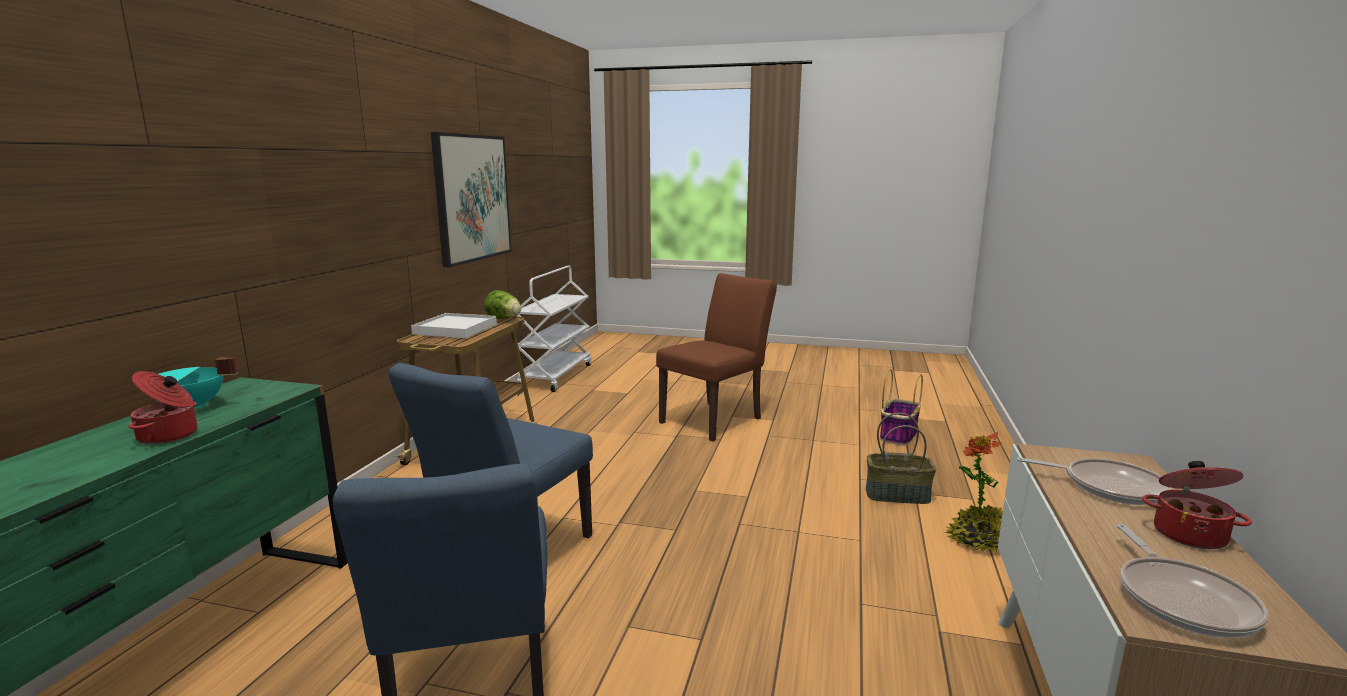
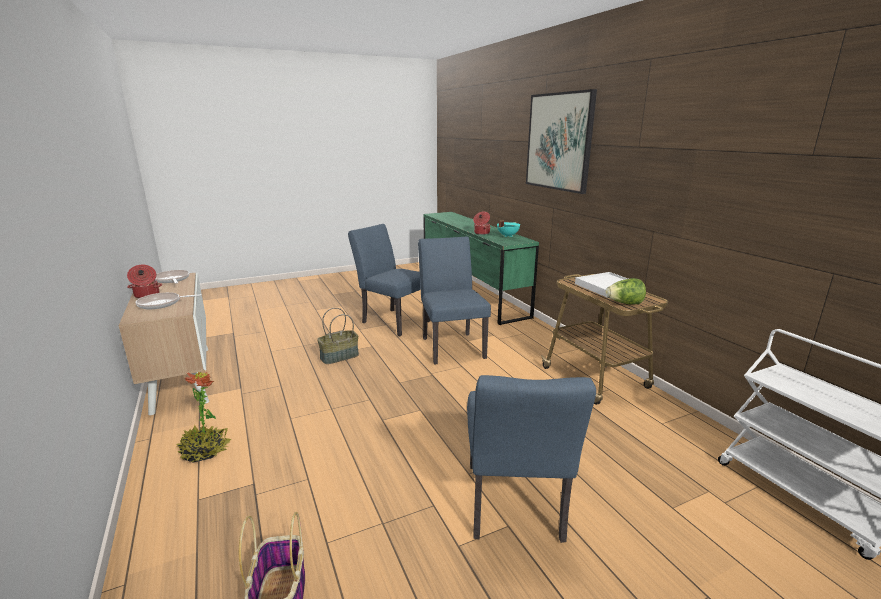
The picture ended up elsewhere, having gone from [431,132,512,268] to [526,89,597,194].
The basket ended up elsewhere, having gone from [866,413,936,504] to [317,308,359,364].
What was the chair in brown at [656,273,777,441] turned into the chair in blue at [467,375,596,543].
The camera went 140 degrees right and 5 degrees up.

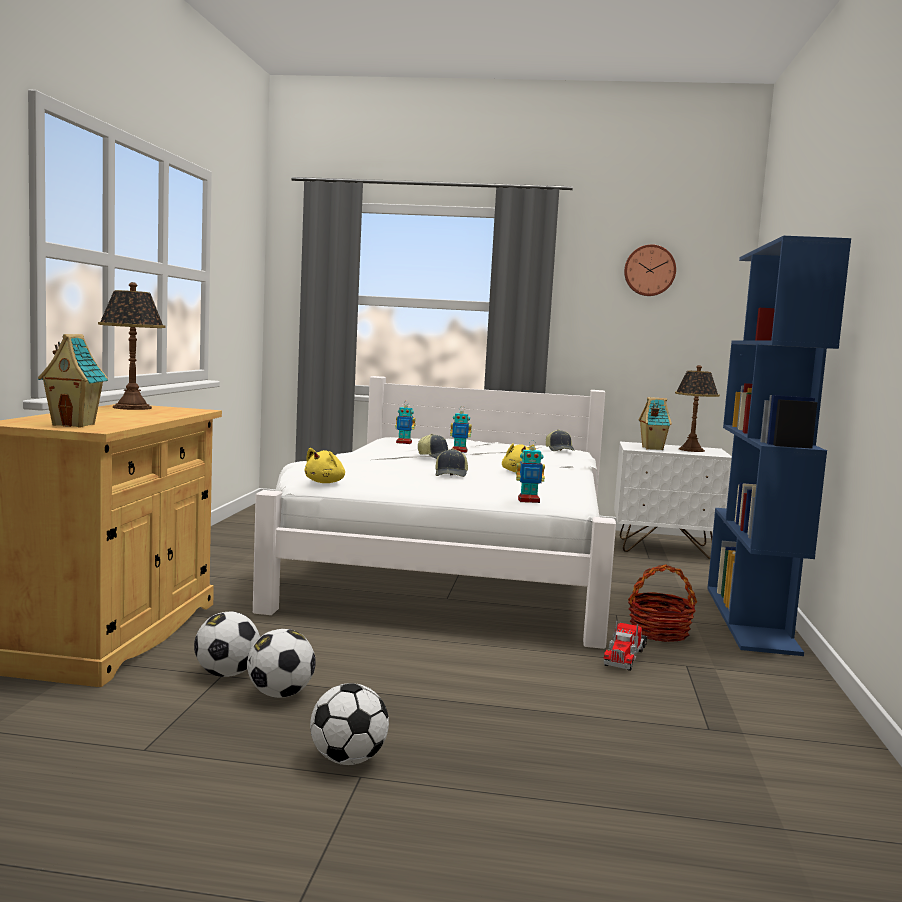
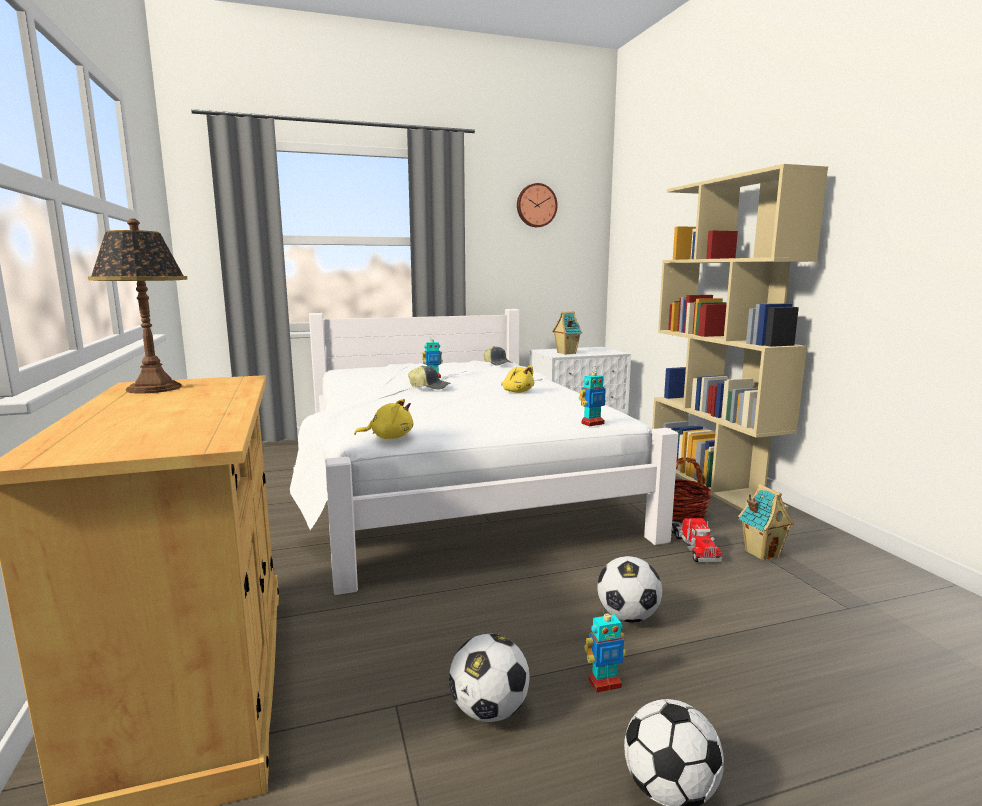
The second view lost the cap at [435,448,468,477].
The second view lost the table lamp at [675,365,720,452].
The toy house ended up elsewhere, having gone from [38,334,108,428] to [738,484,794,561].
The football ended up elsewhere, having gone from [194,611,260,677] to [597,556,662,622].
The toy robot ended up elsewhere, having gone from [395,401,416,444] to [584,607,626,693].
What was the bookcase in blue at [707,236,851,656] turned into the bookcase in beige at [652,164,828,512].
The plush toy in yellow at [304,448,345,483] ended up facing another way, 90 degrees counterclockwise from before.
The camera went 25 degrees left and 5 degrees up.

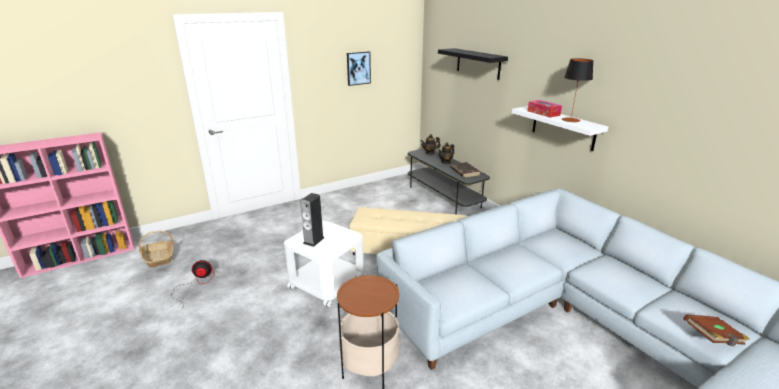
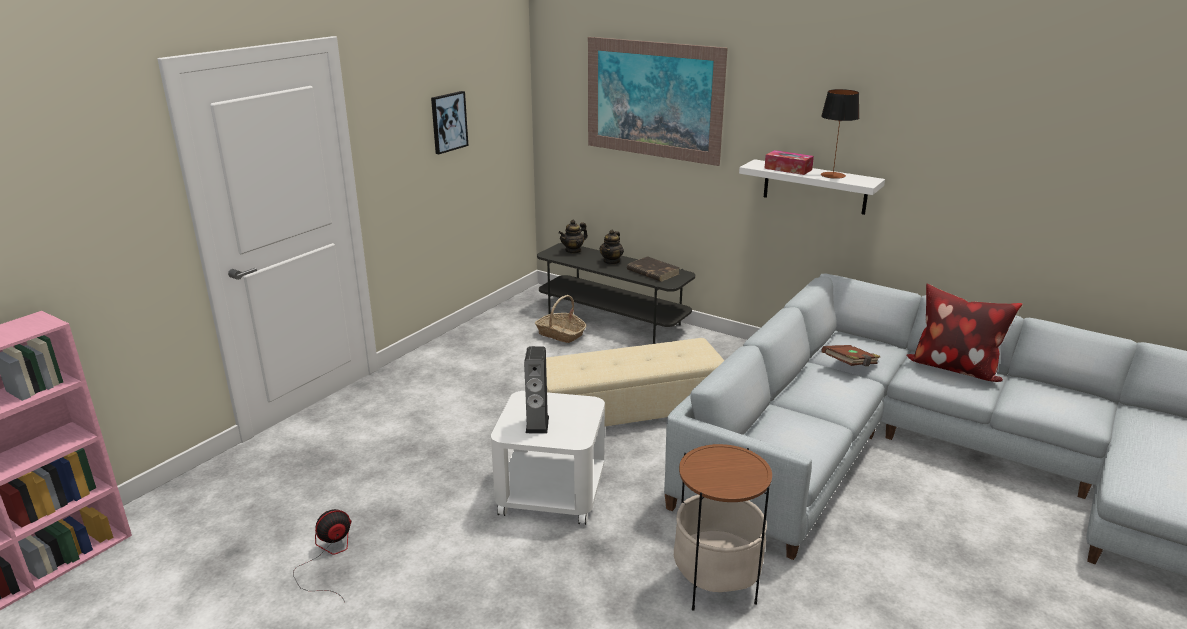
The second view gained the pillow at [906,284,1022,382].
The basket ended up elsewhere, having gone from [139,231,174,267] to [535,295,586,343].
The book in brown ended up elsewhere, having gone from [683,315,750,346] to [822,345,880,366].
Where the shelf in black hung at [438,48,508,80], the picture came to hang at [588,37,727,166].
The camera went 25 degrees left and 0 degrees up.

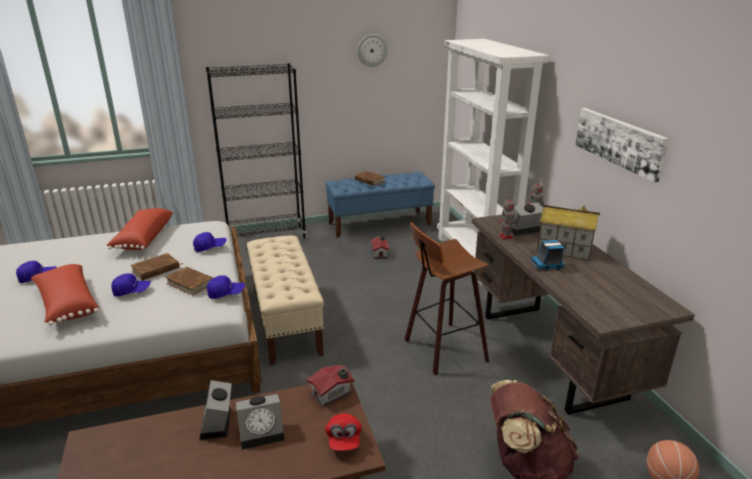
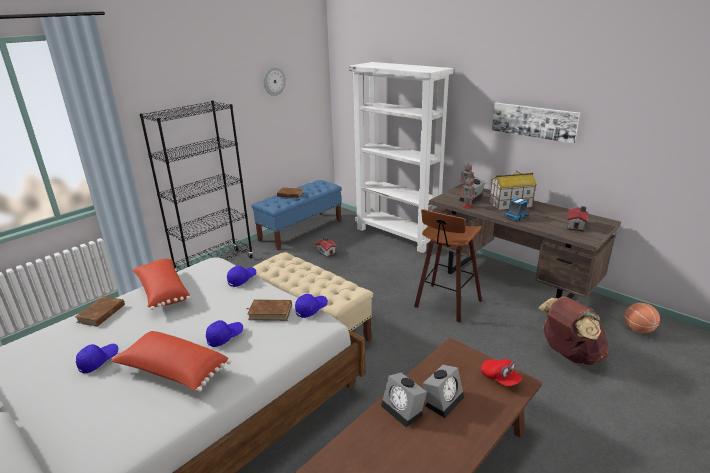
The book in brown ended up elsewhere, having gone from [130,253,183,281] to [75,296,125,327].
The toy house ended up elsewhere, having gone from [306,365,354,407] to [567,206,588,232].
The camera went 30 degrees left and 0 degrees up.

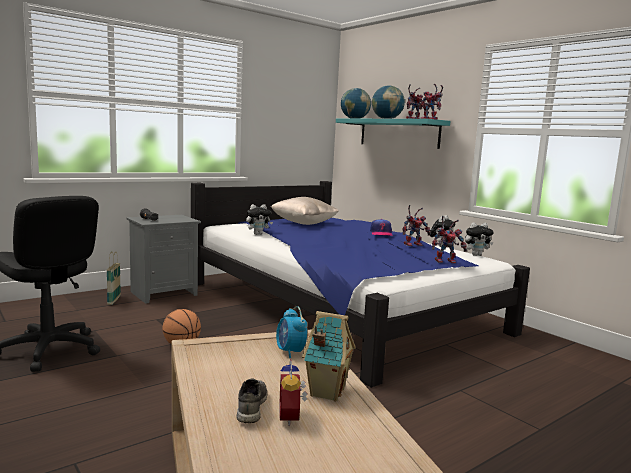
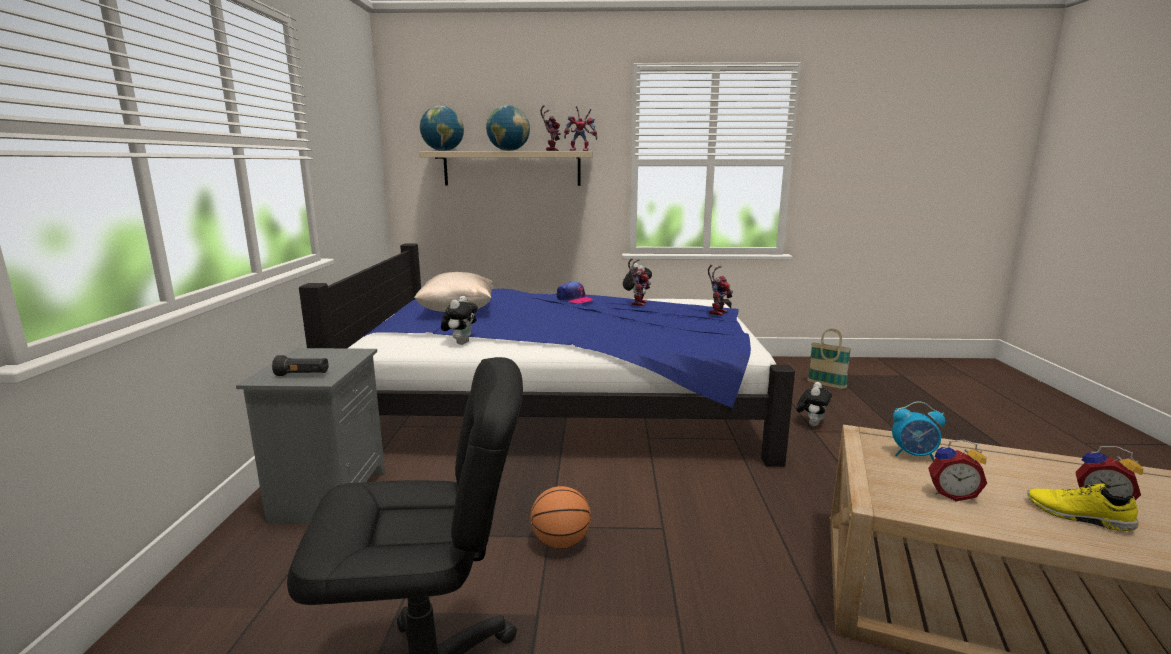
The second view lost the toy house at [302,311,356,402].
The second view gained the alarm clock at [928,439,987,501].
The basket ended up elsewhere, having gone from [107,251,121,305] to [807,329,851,389].
The plush toy ended up elsewhere, having gone from [465,222,494,256] to [796,382,832,426].
What was the shoe in grey at [236,378,267,423] turned into the shoe in yellow at [1027,483,1139,531].
What was the shelf in turquoise at [336,119,450,149] turned into the shelf in beige at [419,151,593,186].
The camera went 50 degrees left and 5 degrees up.

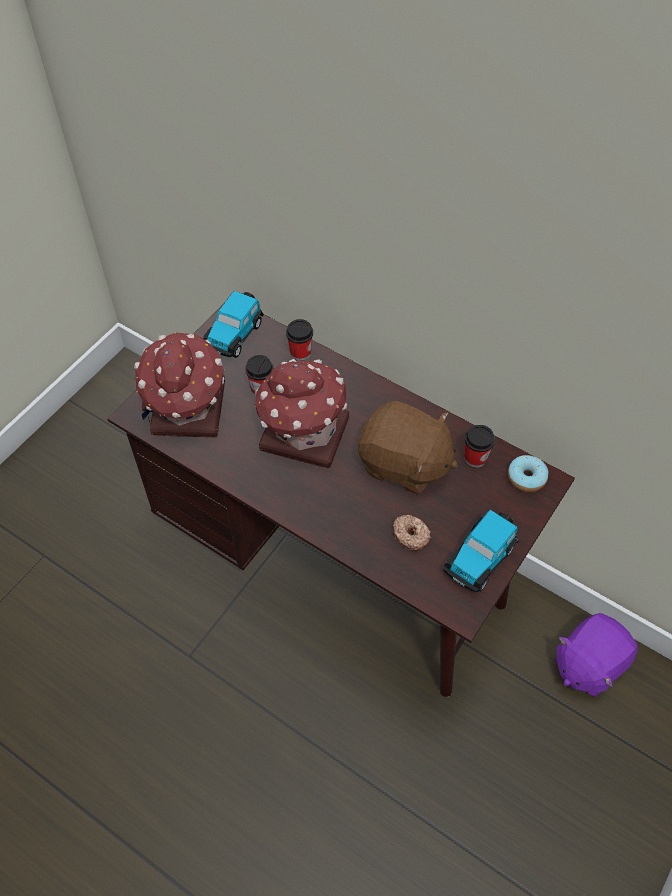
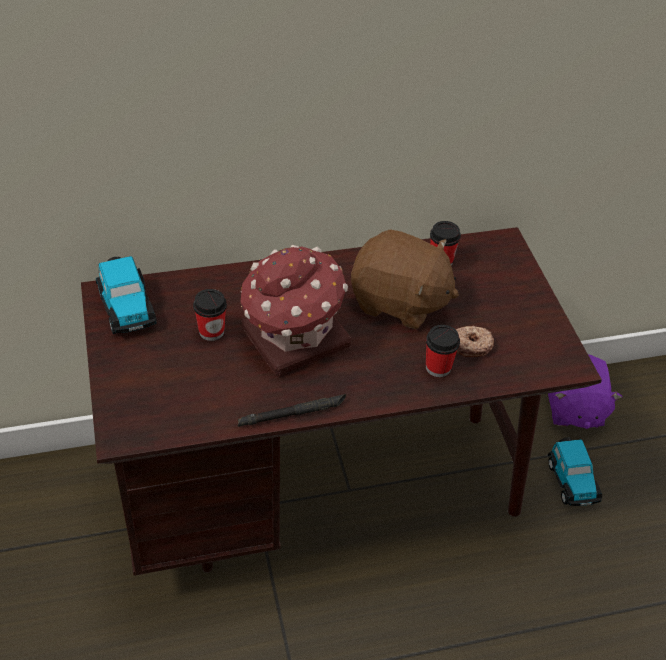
The second view lost the toy house at [134,333,225,437].
The second view lost the donut at [508,455,548,492].
The second view gained the flashlight in black at [238,394,346,427].
The cup ended up elsewhere, having gone from [286,319,313,361] to [426,325,460,377].
The toy car ended up elsewhere, having gone from [443,510,519,593] to [547,437,602,506].
The plush toy in brown at [358,401,458,495] ended up facing another way, 45 degrees clockwise from before.
The camera went 50 degrees left and 10 degrees down.

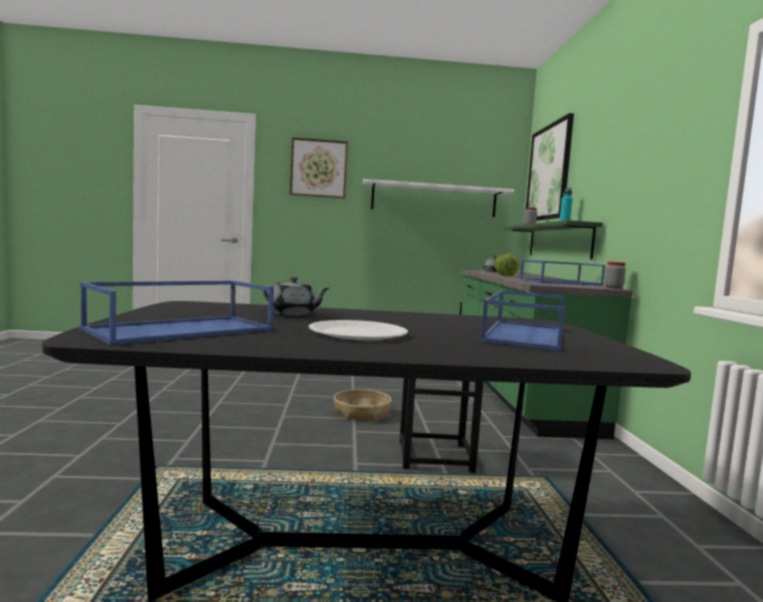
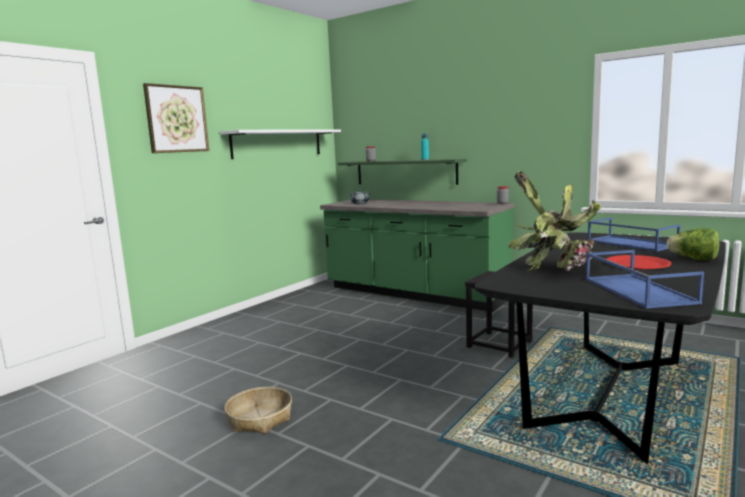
The second view lost the tray in blue at [520,260,605,285].
The second view lost the picture at [526,113,574,221].
The basket ended up elsewhere, having gone from [334,389,392,421] to [224,387,292,434].
The lettuce ended up elsewhere, having gone from [494,253,520,276] to [667,228,720,260].
Where the teapot in grey stood at [262,277,330,316], the potted plant came to stand at [508,171,601,272].
What was the plate in white at [309,320,408,340] turned into the plate in red at [606,255,671,269].
The camera went 50 degrees left and 5 degrees up.

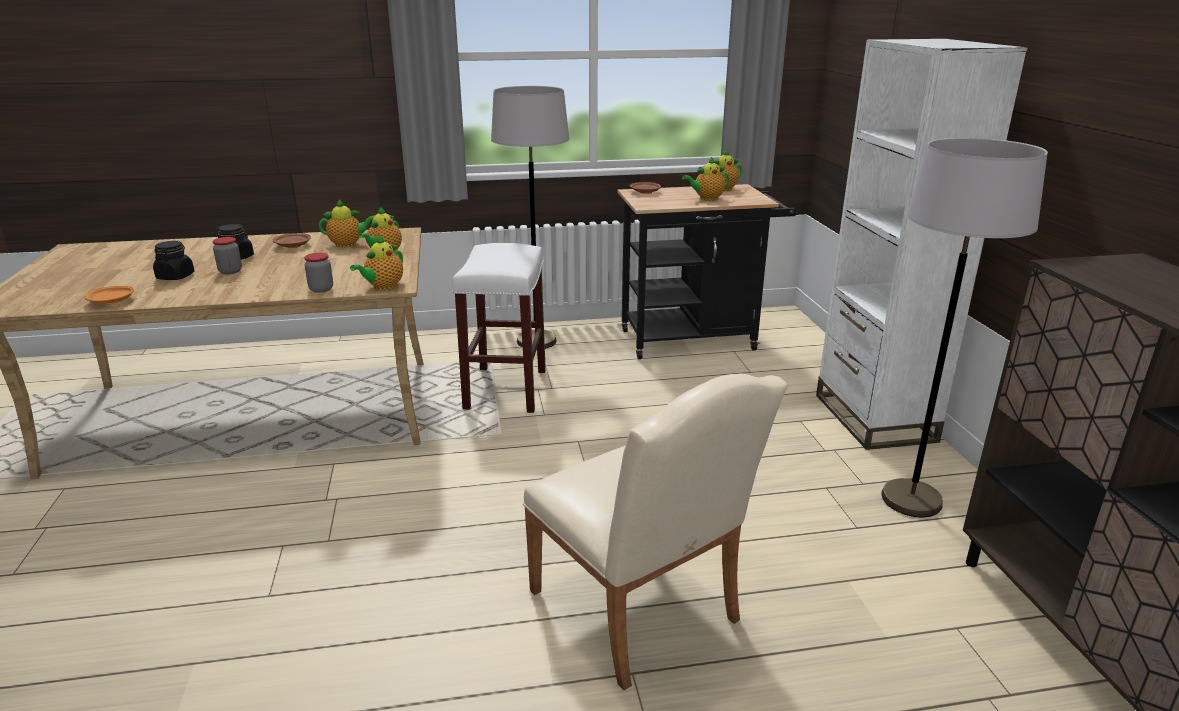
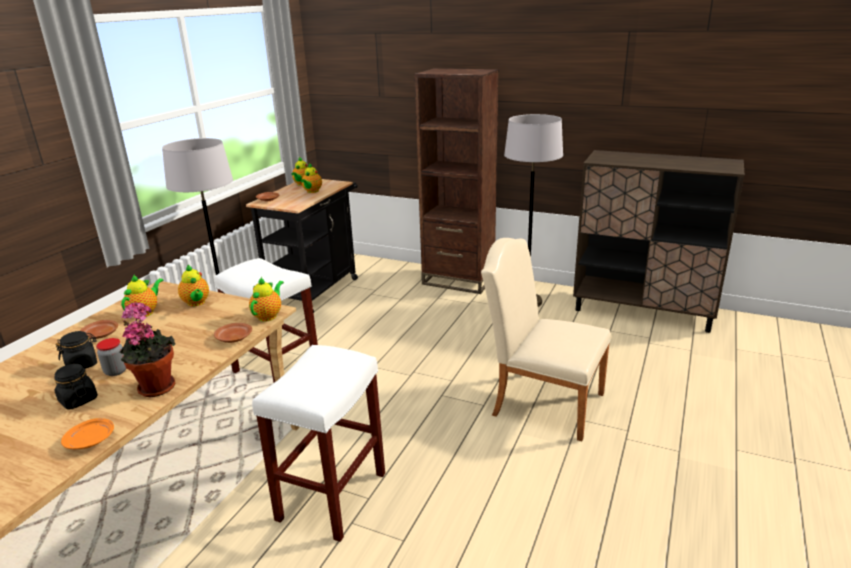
The second view gained the potted plant at [119,302,176,397].
The second view gained the stool in white at [252,345,385,542].
Where the jar stood at [304,253,333,293], the plate in brown came to stand at [214,323,252,343].
What was the bookcase in white at [816,39,1028,450] turned into the bookcase in brown at [414,68,499,294].
The teapot at [350,235,403,290] ended up facing another way, 135 degrees counterclockwise from before.
The chair in beige at [523,374,788,690] ended up facing another way, 150 degrees counterclockwise from before.
The camera went 55 degrees left and 0 degrees up.

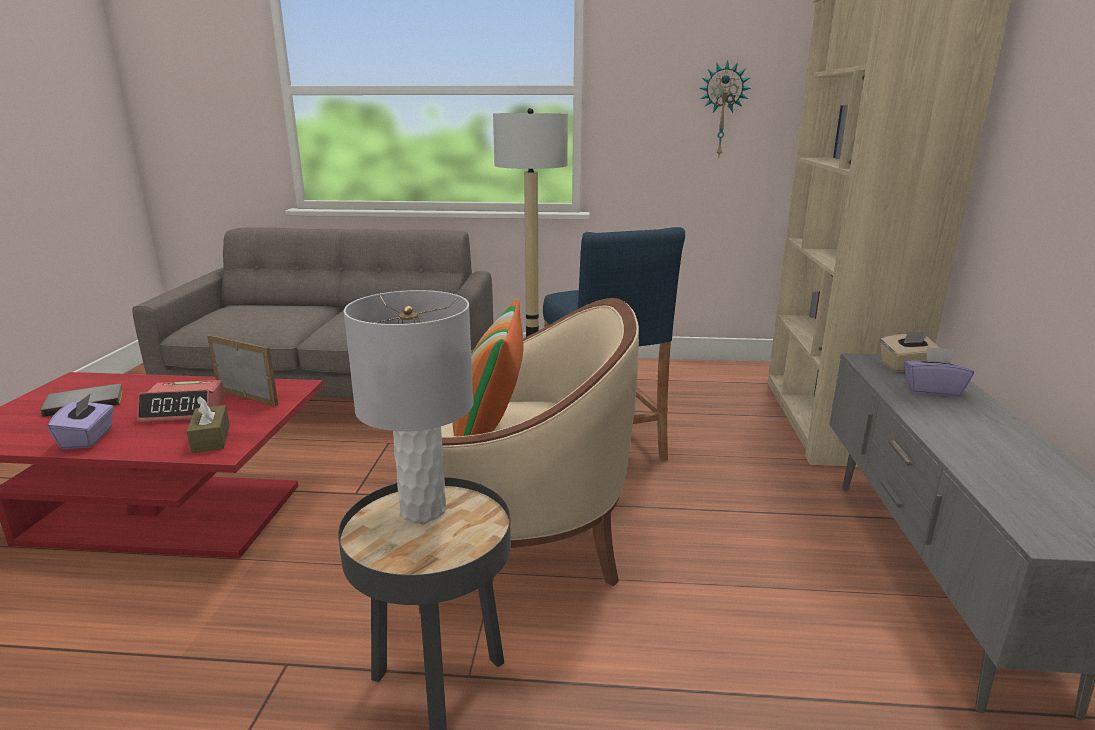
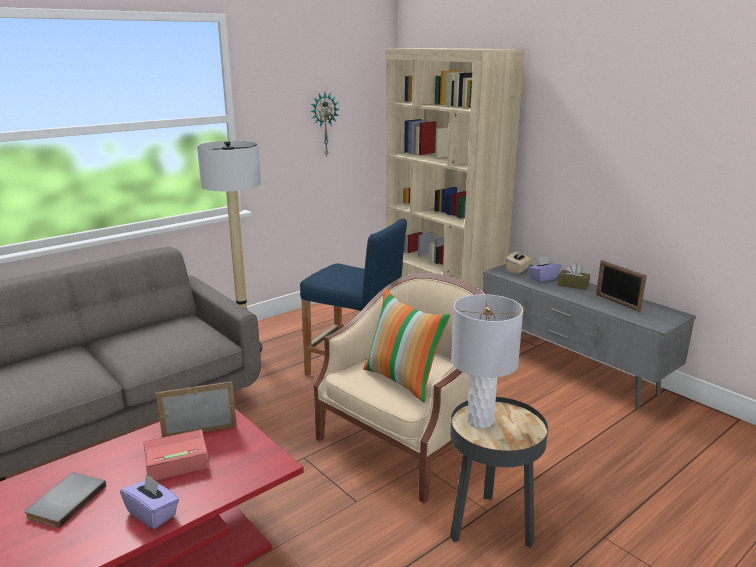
The second view gained the picture frame at [596,260,647,312].
The tissue box in brown ended up elsewhere, having gone from [187,396,230,453] to [558,263,590,290].
The alarm clock at [137,380,225,423] ended up facing another way, 150 degrees counterclockwise from before.
The camera went 45 degrees left and 0 degrees up.

